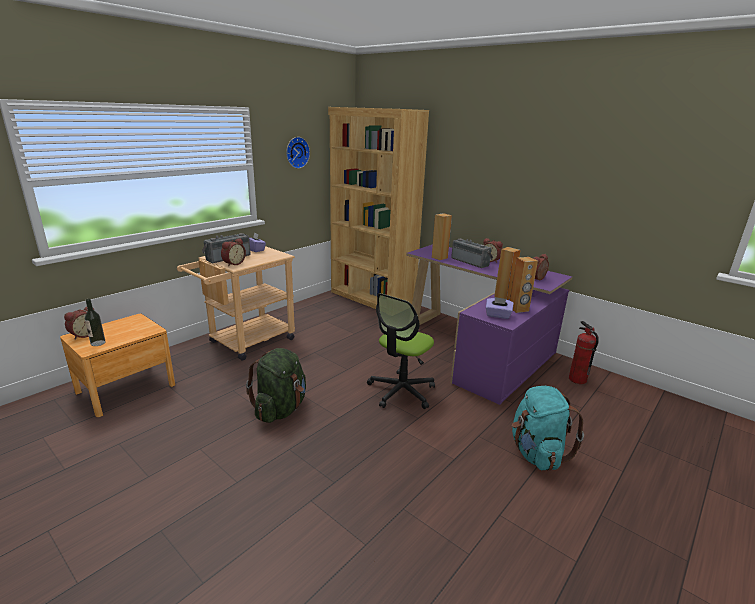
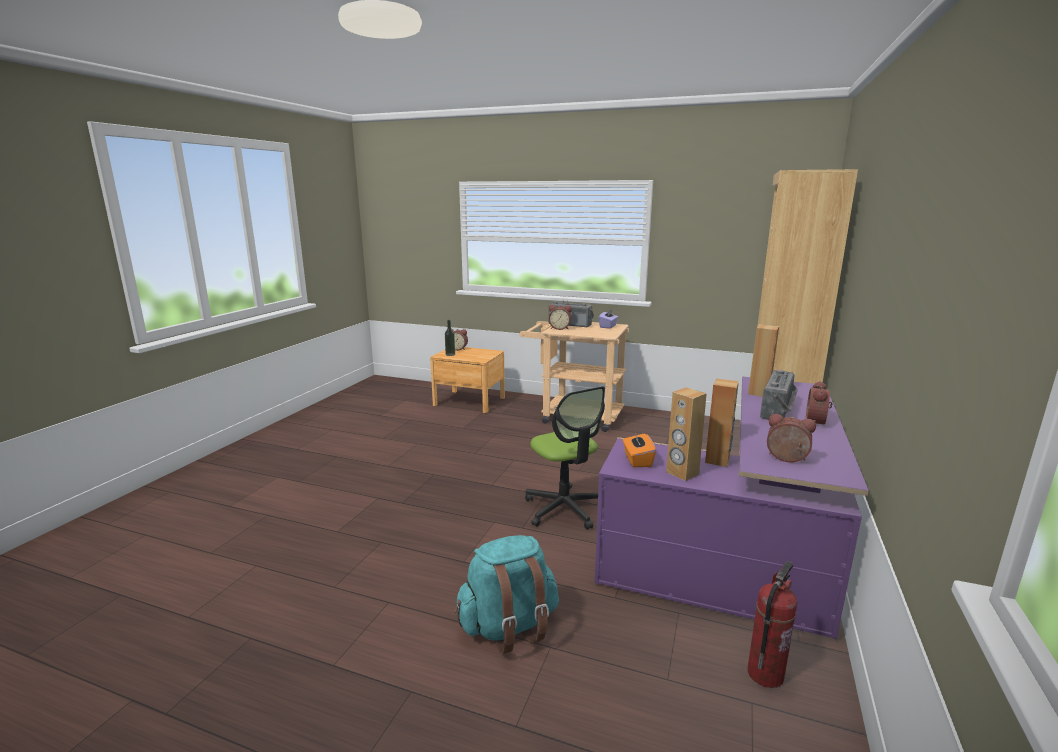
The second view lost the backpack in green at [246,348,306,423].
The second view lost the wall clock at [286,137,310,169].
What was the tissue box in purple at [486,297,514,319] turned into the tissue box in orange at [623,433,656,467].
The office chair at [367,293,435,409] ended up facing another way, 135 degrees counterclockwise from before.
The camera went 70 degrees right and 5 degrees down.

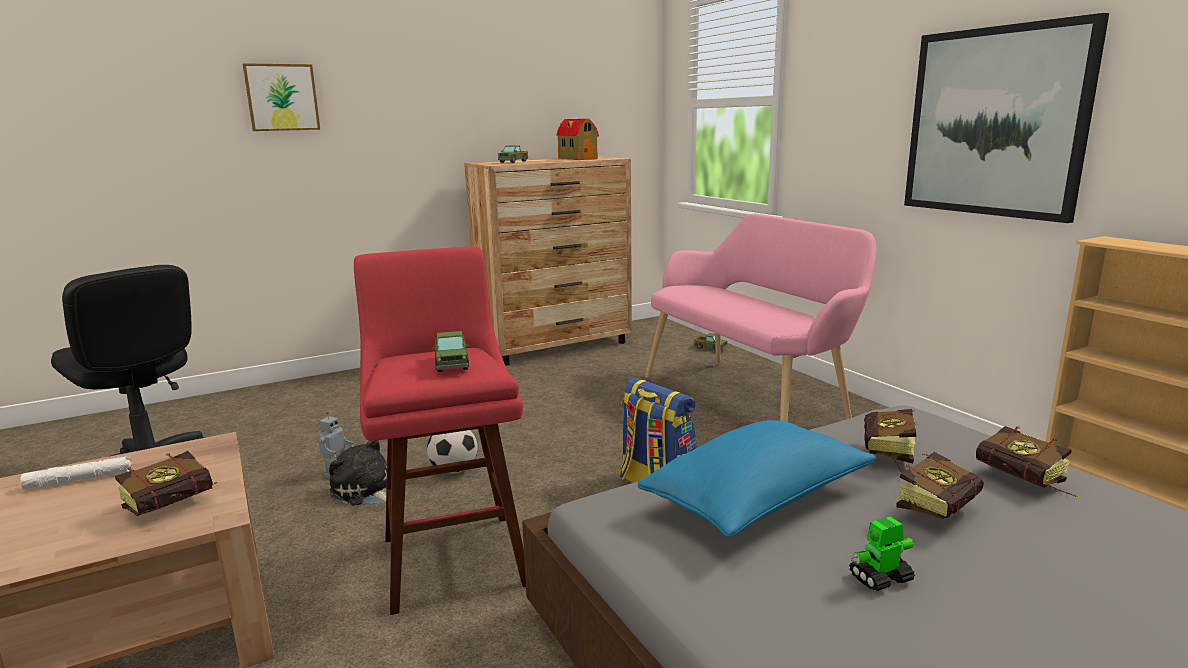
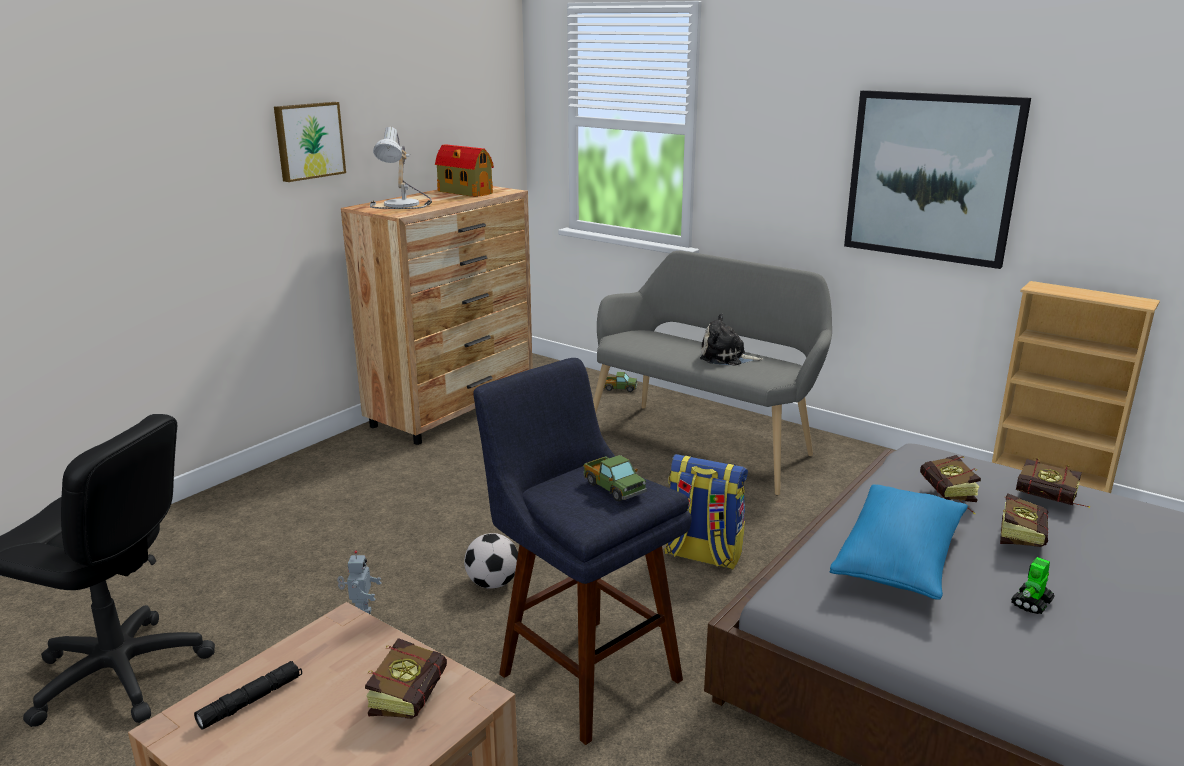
The picture ended up elsewhere, having gone from [243,63,320,131] to [274,102,346,182].
The plush toy ended up elsewhere, having gone from [329,440,387,506] to [700,314,763,366].
Where the toy truck stood at [498,145,528,163], the table lamp came to stand at [370,127,432,209].
What was the flashlight in white at [20,456,133,490] turned into the flashlight in black at [194,661,302,729].
What was the stool in red at [354,246,526,615] turned into the stool in blue at [473,358,692,745].
What was the bench in pink at [645,214,876,422] turned into the bench in grey at [593,251,832,496].
The camera went 25 degrees left and 5 degrees up.

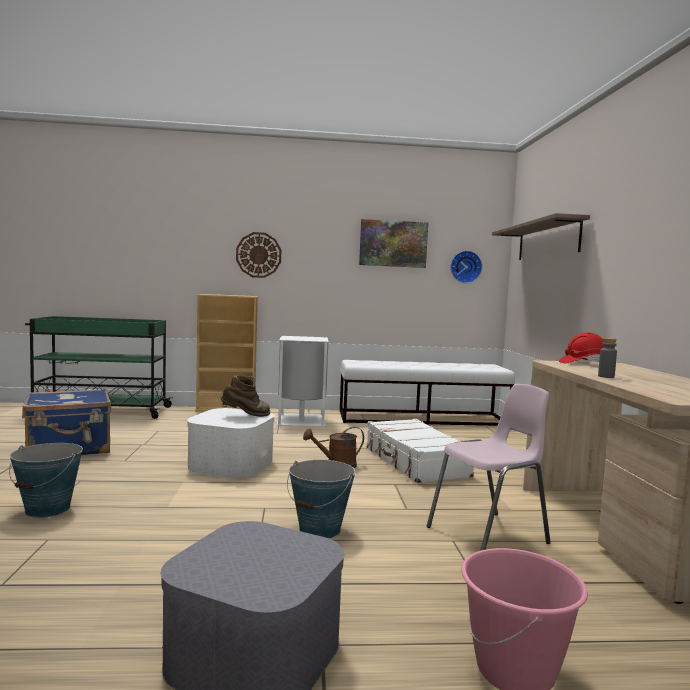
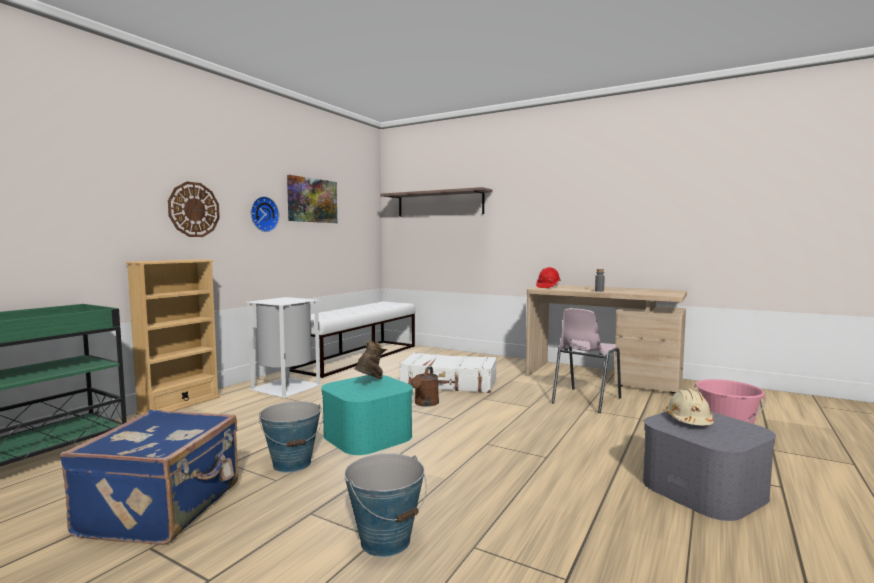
The second view gained the hard hat in beige at [666,389,714,425].
The bucket ended up elsewhere, having gone from [287,460,355,538] to [259,401,323,473].
The wall clock ended up elsewhere, having gone from [450,251,482,283] to [251,196,279,232].
What was the storage box in white at [187,408,275,479] turned into the storage box in turquoise at [321,375,413,455].
The chair in pink at [427,384,551,551] ended up facing another way, 150 degrees counterclockwise from before.
The camera went 55 degrees left and 0 degrees up.

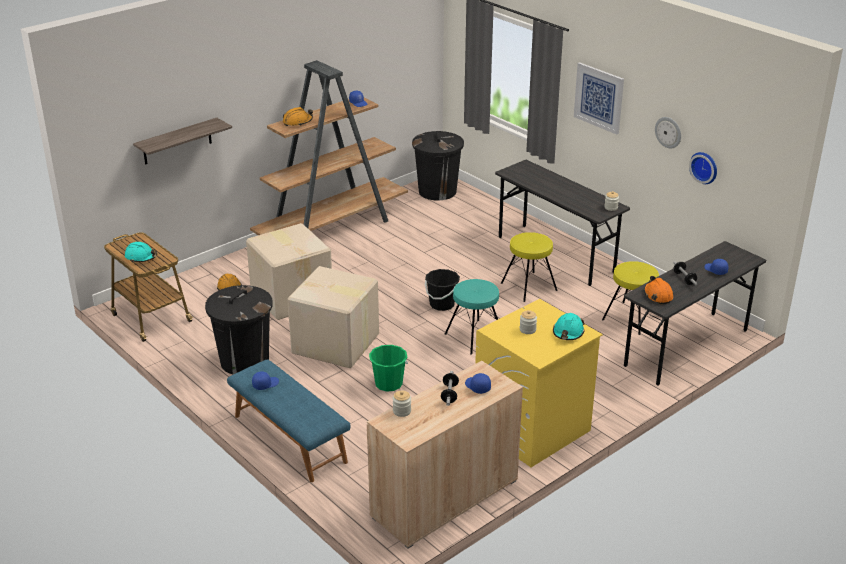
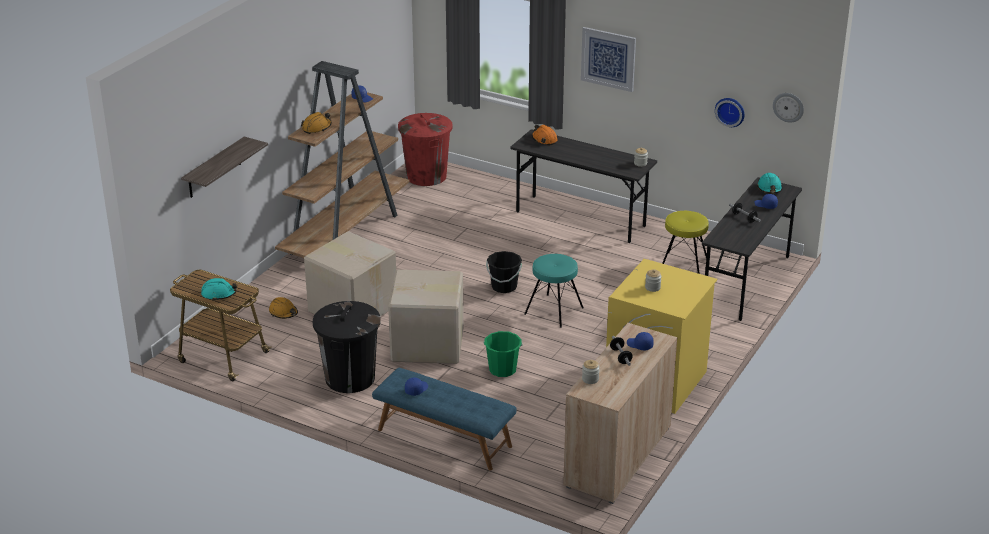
The second view lost the stool in yellow at [501,232,558,302].
The hard hat in turquoise ended up elsewhere, having gone from [553,313,585,340] to [757,173,783,193].
The hard hat in orange ended up elsewhere, having gone from [644,276,673,304] to [532,125,558,146].
The wall clock ended up elsewhere, having gone from [655,117,681,149] to [773,93,804,123].
What was the trash can in black at [412,131,464,200] turned into the trash can in red at [398,113,453,186].
The camera went 20 degrees left and 0 degrees up.

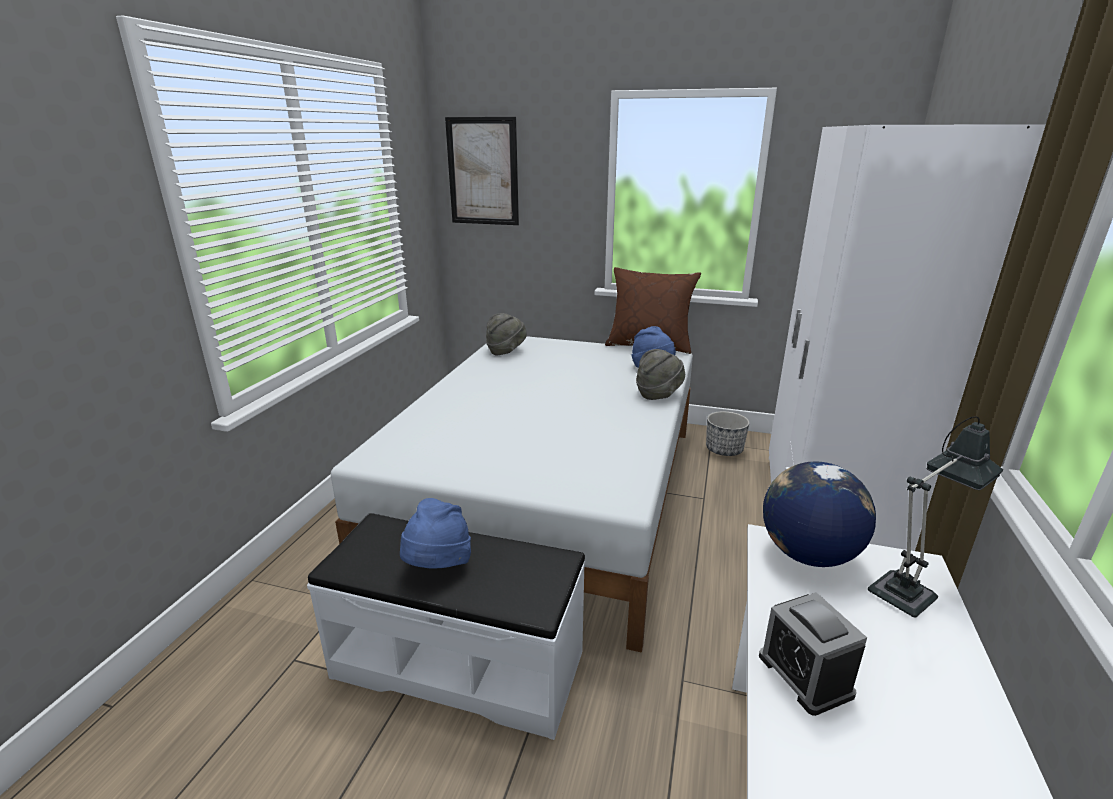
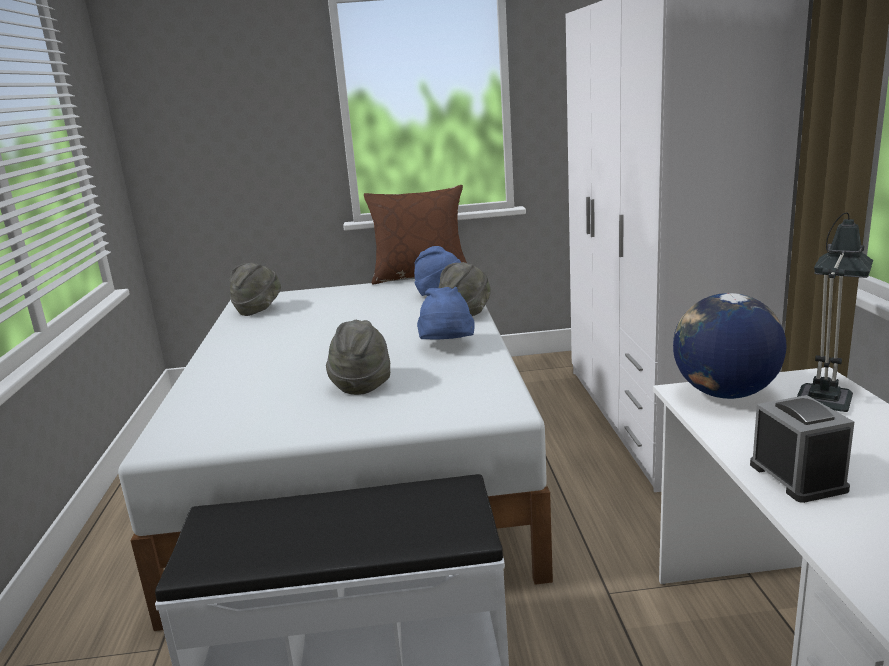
The second view lost the picture at [445,117,519,225].
The second view lost the planter at [706,411,750,456].
The second view gained the hat in grey at [326,320,390,395].
The hat in blue ended up elsewhere, having gone from [400,498,471,569] to [417,287,475,340].
The alarm clock at [759,592,867,716] ended up facing another way, 150 degrees counterclockwise from before.
The camera went 20 degrees left and 5 degrees down.

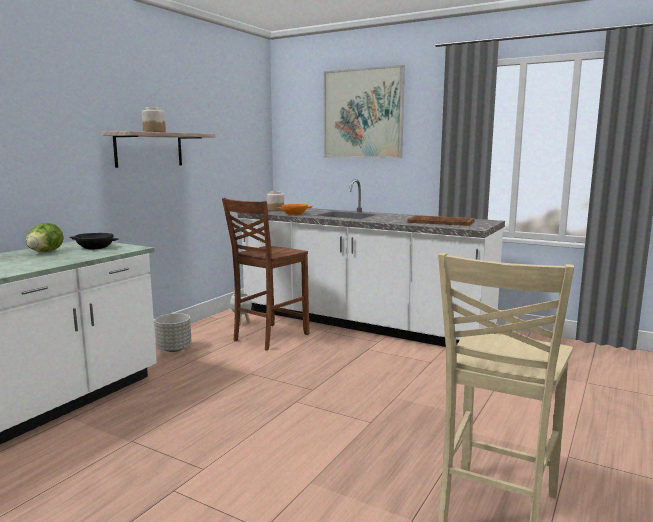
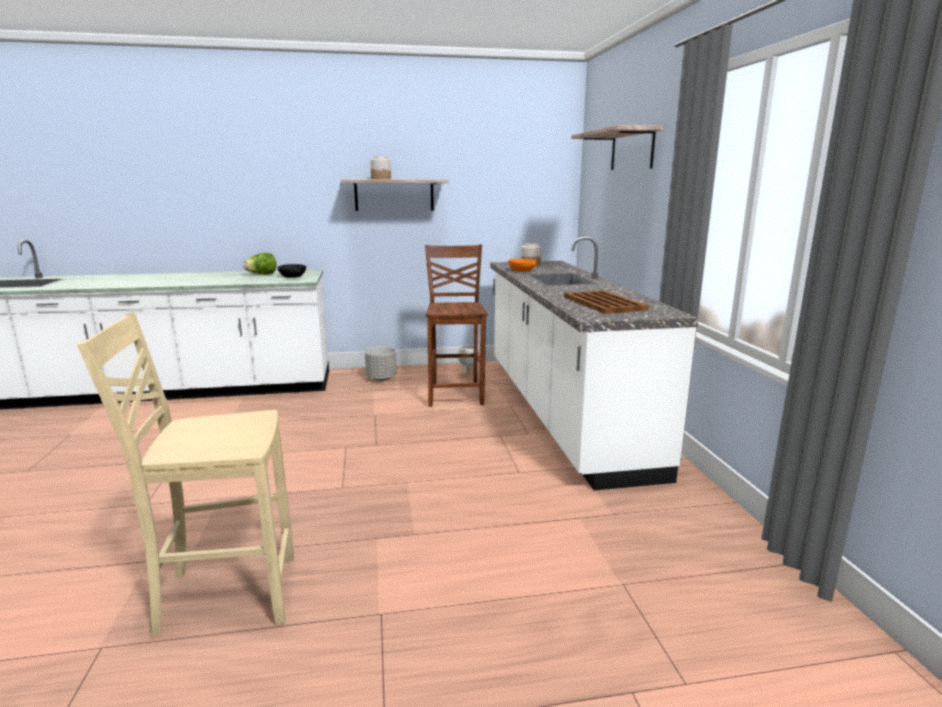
Where the picture hung at [324,65,405,158], the shelf came to hang at [571,125,663,170].
The chair in brown at [222,198,309,351] ended up facing another way, 90 degrees clockwise from before.
The camera went 50 degrees right and 5 degrees up.

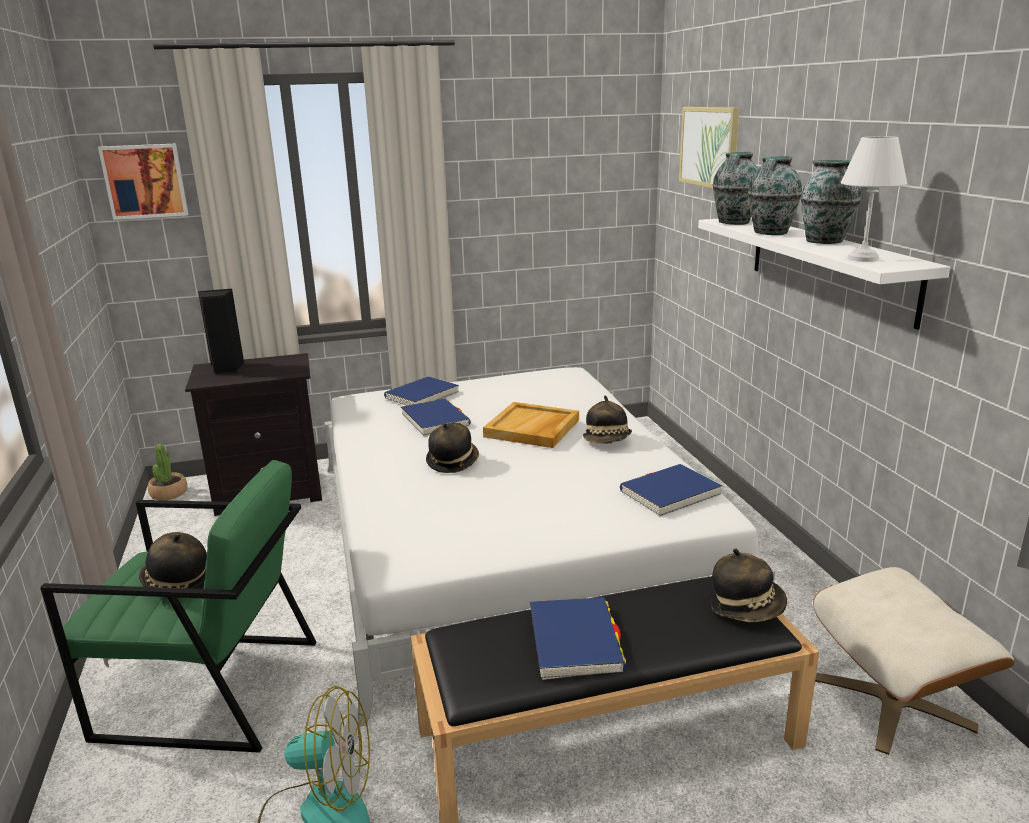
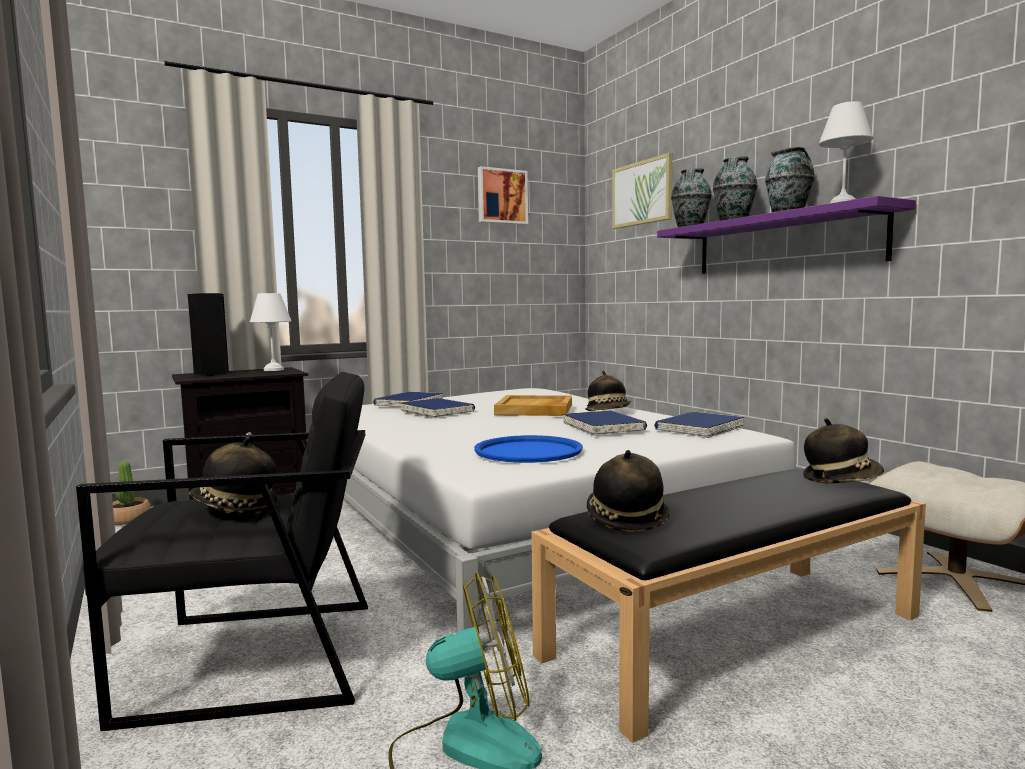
The second view gained the table lamp in white at [250,293,291,371].
The second view gained the tray in blue at [474,435,583,463].
The picture ended up elsewhere, having gone from [98,144,188,220] to [478,166,528,225].
The hat ended up elsewhere, having gone from [426,422,479,473] to [587,450,670,532].
The book in blue ended up elsewhere, having gone from [530,597,626,680] to [563,410,647,436].
What was the armchair in green at [40,460,317,753] turned into the armchair in black at [76,372,368,731].
What was the shelf in white at [698,218,950,330] turned into the shelf in purple at [657,196,916,274].
The camera went 15 degrees left and 15 degrees down.

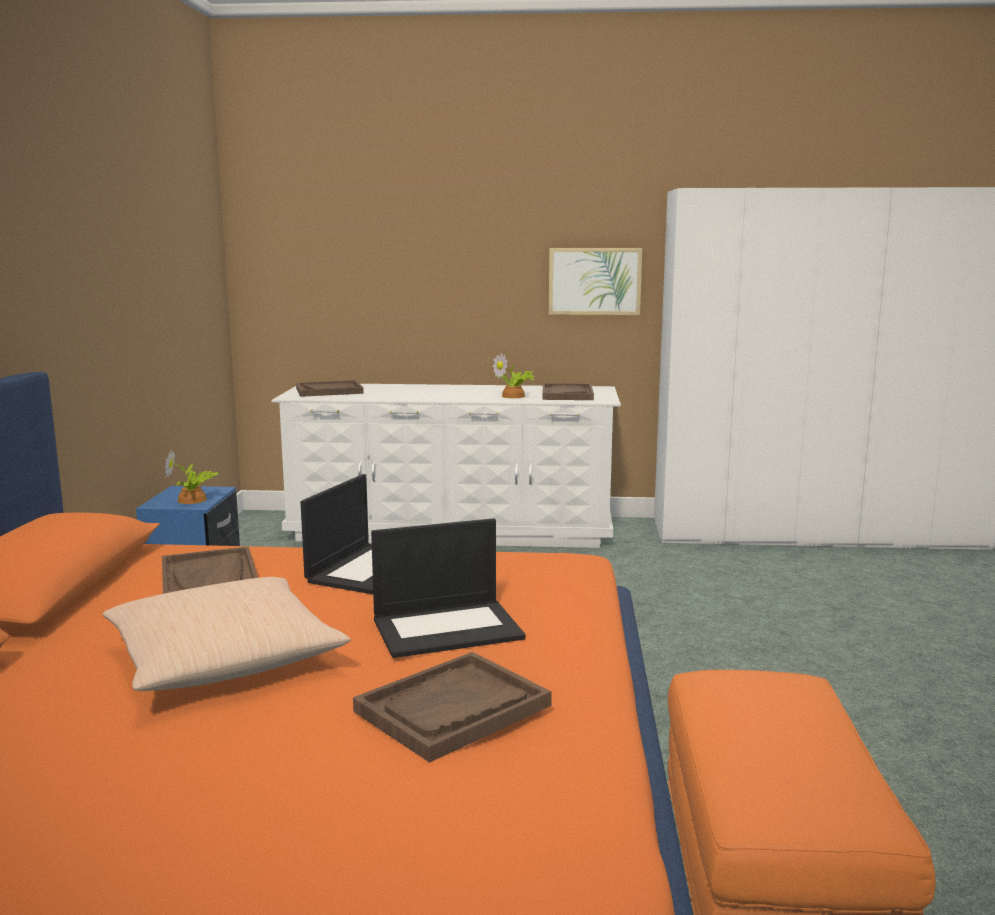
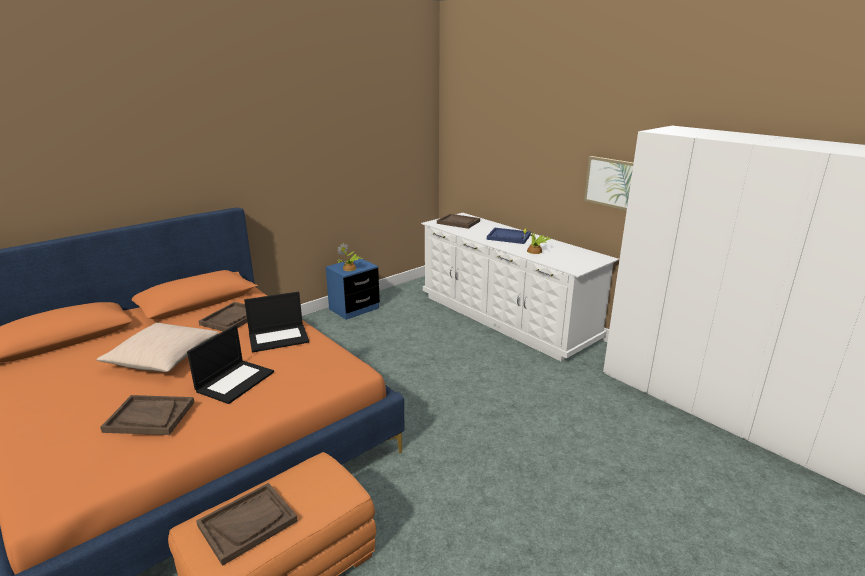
The second view gained the tray in blue at [487,228,531,244].
The tray in brown ended up elsewhere, having gone from [542,383,594,400] to [196,483,298,566].
The laptop at [371,518,526,658] ended up facing another way, 90 degrees counterclockwise from before.
The camera went 45 degrees right and 10 degrees up.

